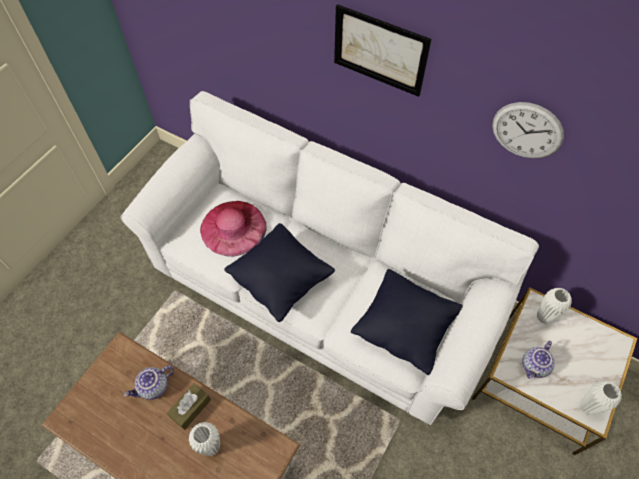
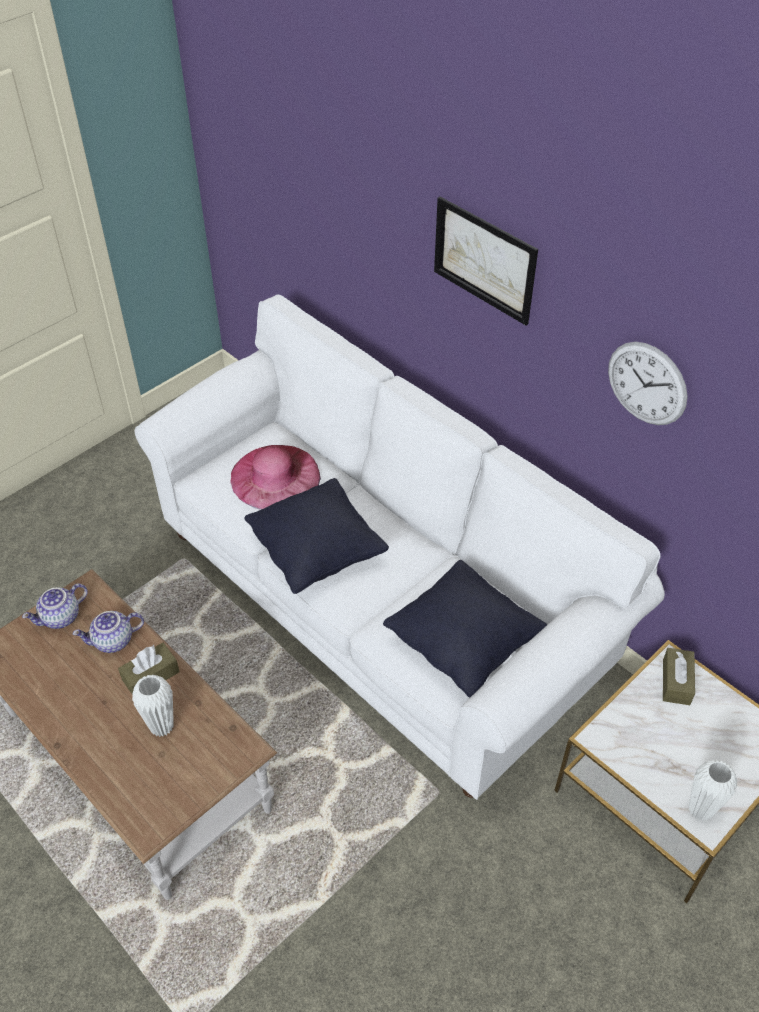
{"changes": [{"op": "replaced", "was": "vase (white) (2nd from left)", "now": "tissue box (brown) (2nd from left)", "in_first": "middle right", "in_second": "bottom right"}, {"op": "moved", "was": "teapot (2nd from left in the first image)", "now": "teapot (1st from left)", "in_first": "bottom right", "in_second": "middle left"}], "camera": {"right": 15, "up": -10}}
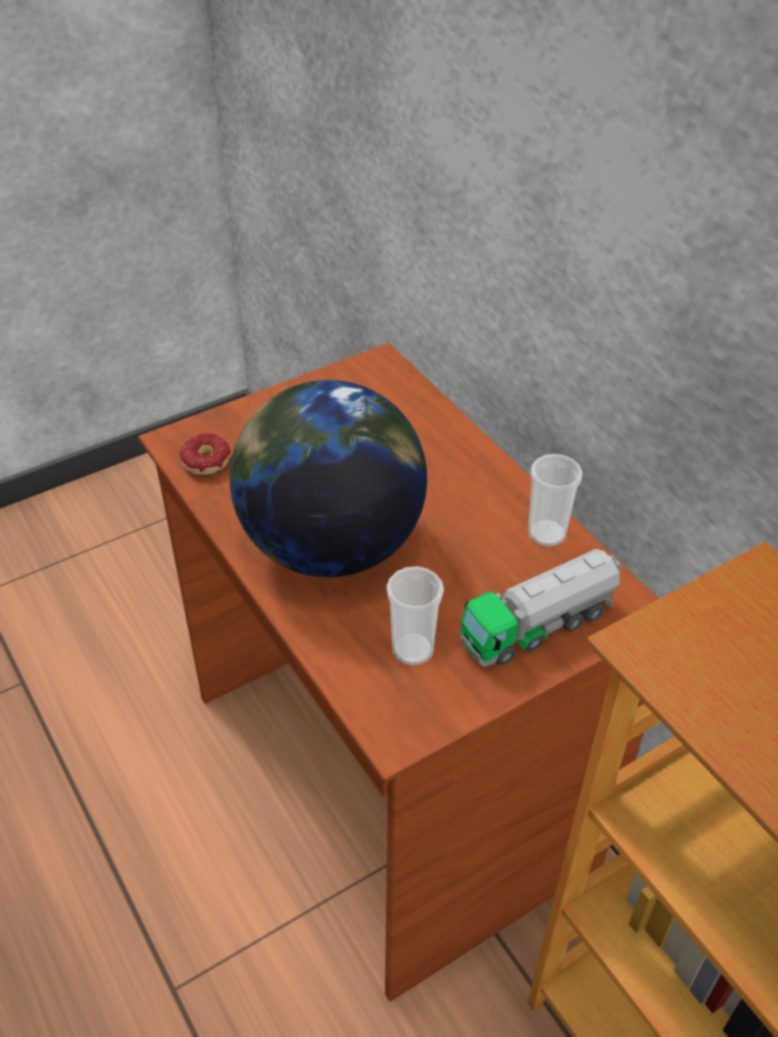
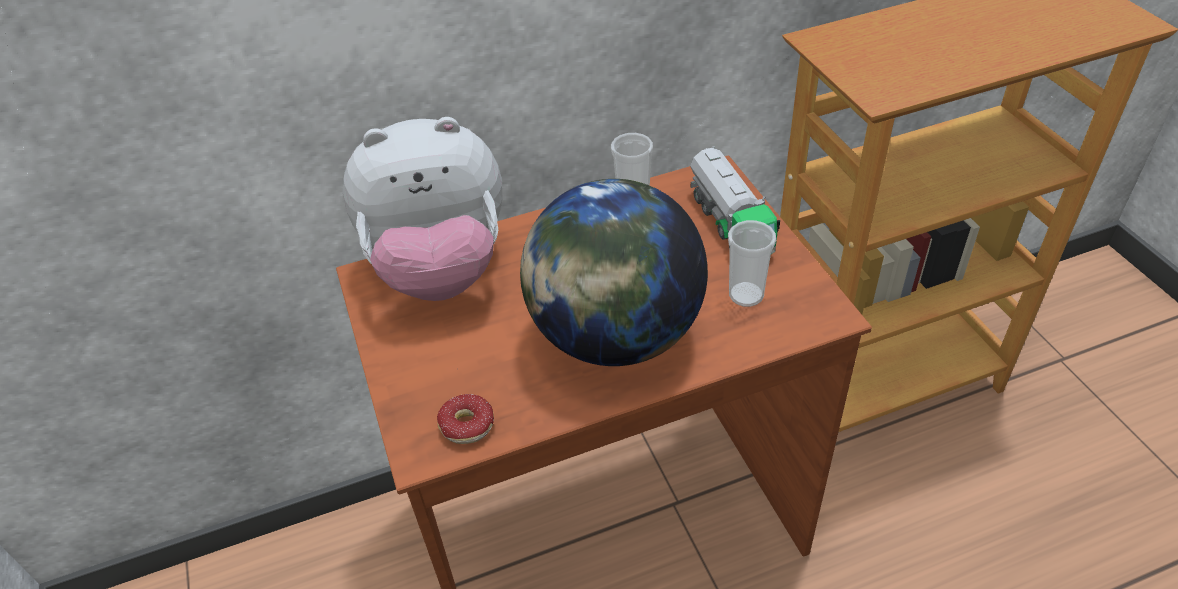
{"changes": [{"op": "added", "now": "plush toy", "in_second": "centre"}], "camera": {"right": -75, "up": 0}}
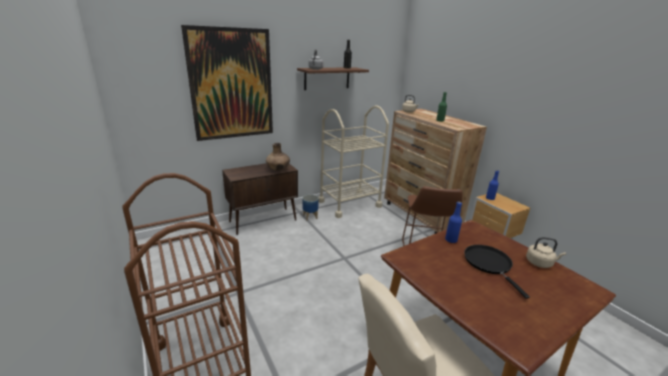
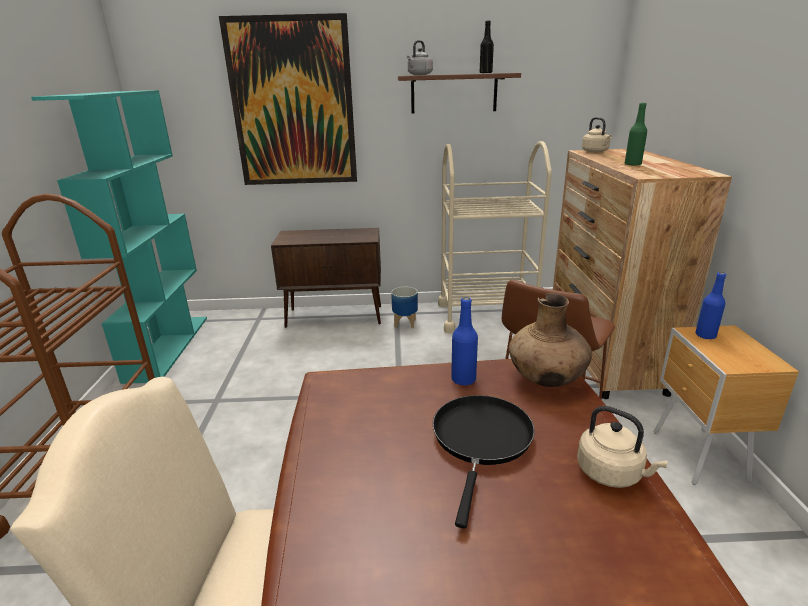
{"changes": [{"op": "moved", "was": "vase (brown)", "in_first": "centre", "in_second": "middle right"}, {"op": "added", "now": "bookcase (turquoise)", "in_second": "middle left"}], "camera": {"right": 30, "up": 0}}
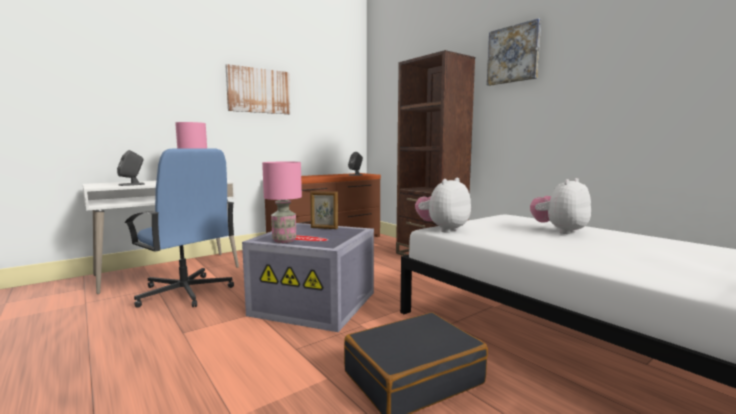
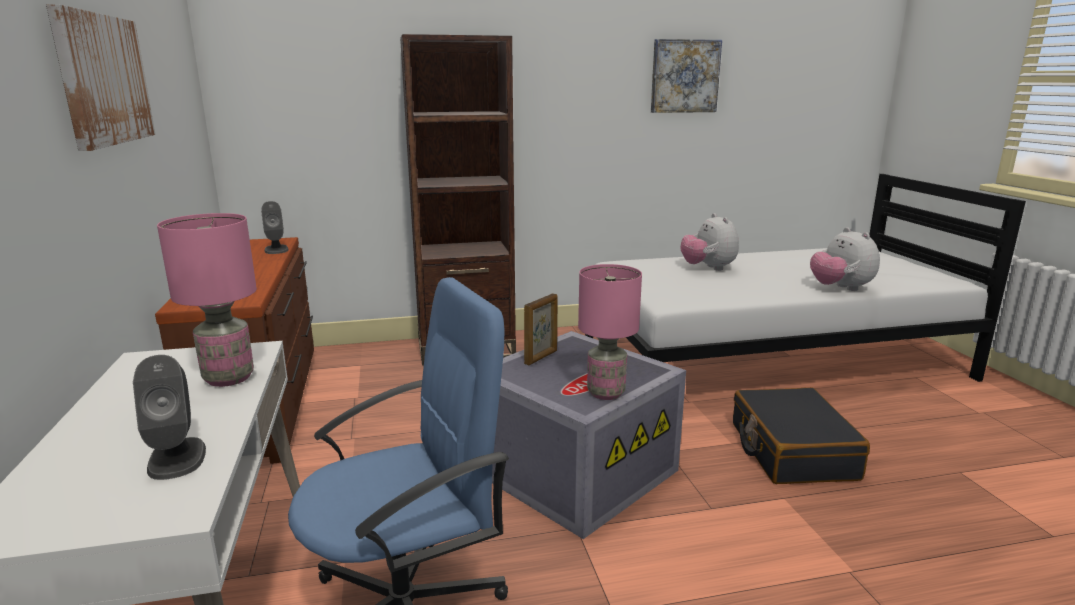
{"changes": [{"op": "moved", "was": "picture (2nd from left)", "in_first": "top right", "in_second": "top centre"}, {"op": "moved", "was": "plush toy (1st from left in the first image)", "now": "plush toy (2nd from left)", "in_first": "centre", "in_second": "middle right"}], "camera": {"right": -65, "up": 10}}
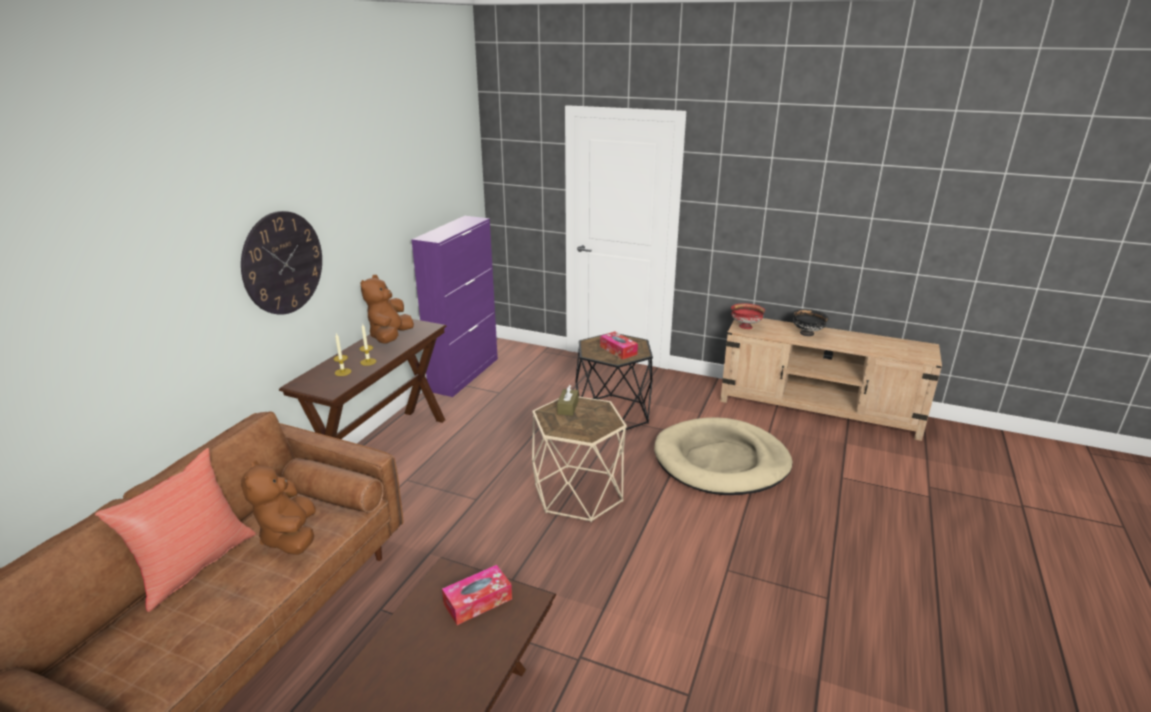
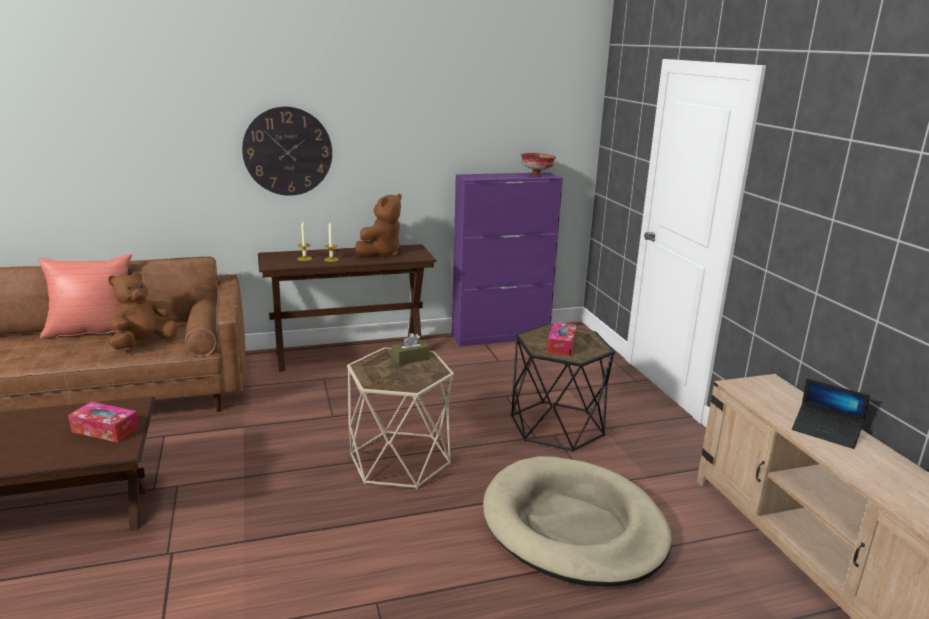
{"changes": [{"op": "turned", "was": "plush toy (brown) (2nd from left)", "in_first": "centre", "in_second": "centre", "clockwise": 150}, {"op": "moved", "was": "bowl (red)", "in_first": "centre", "in_second": "top centre"}, {"op": "replaced", "was": "bowl (black)", "now": "laptop", "in_first": "middle right", "in_second": "bottom right"}], "camera": {"right": 50, "up": -5}}
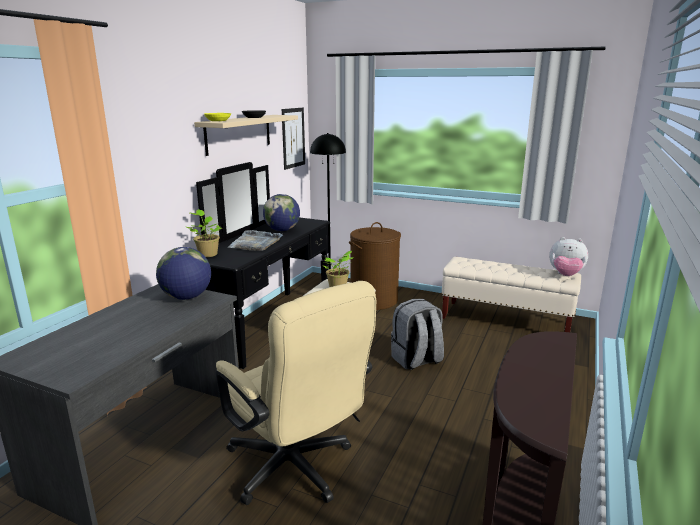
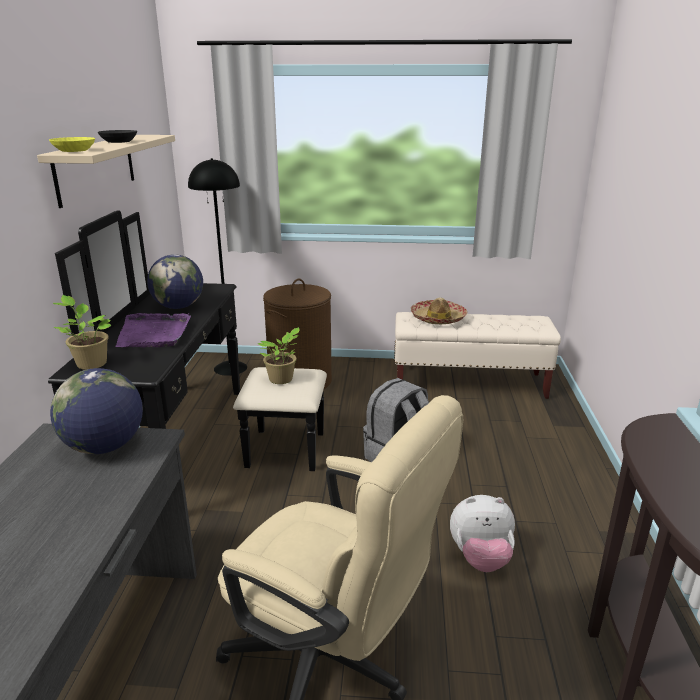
{"changes": [{"op": "removed", "was": "picture", "in_first": "top centre"}, {"op": "recoloured", "was": "tray (grey)", "now": "tray (purple)", "in_first": "centre", "in_second": "middle left"}, {"op": "moved", "was": "plush toy", "in_first": "middle right", "in_second": "bottom right"}, {"op": "added", "now": "hat", "in_second": "centre"}], "camera": {"right": -20, "up": 5}}
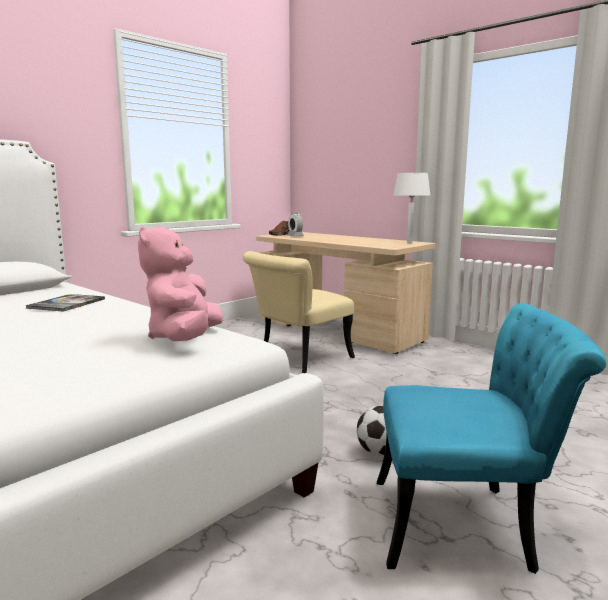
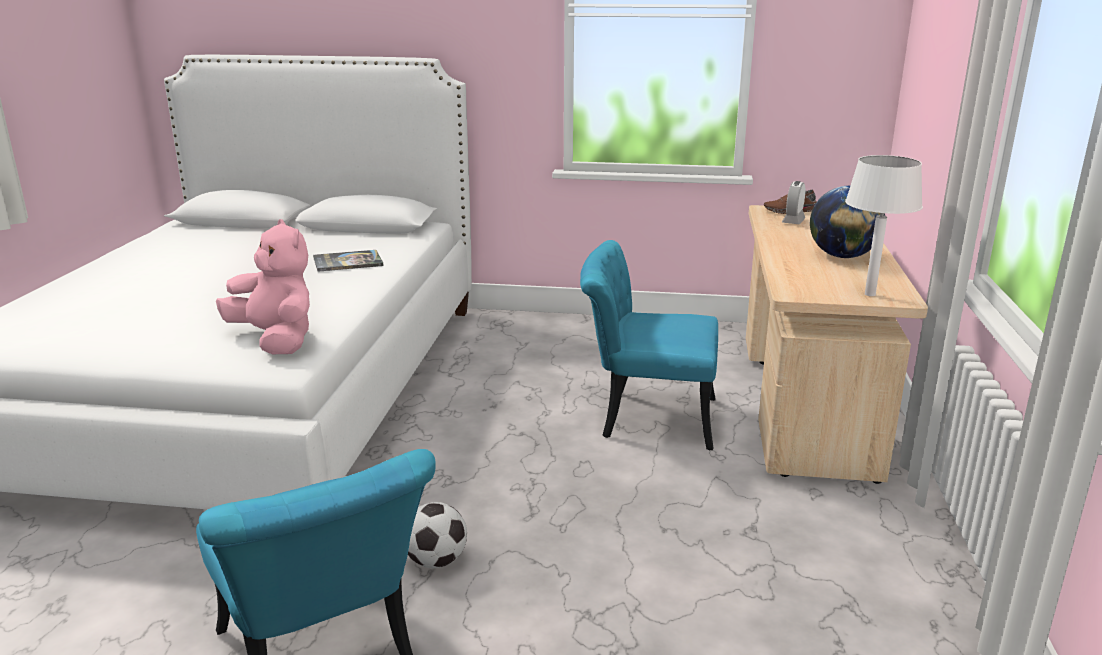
{"changes": [{"op": "turned", "was": "plush toy (pink)", "in_first": "middle left", "in_second": "middle left", "clockwise": 75}, {"op": "recoloured", "was": "chair (beige)", "now": "chair (turquoise) (2nd from left)", "in_first": "centre", "in_second": "centre"}, {"op": "added", "now": "globe", "in_second": "middle right"}], "camera": {"right": 55, "up": 10}}
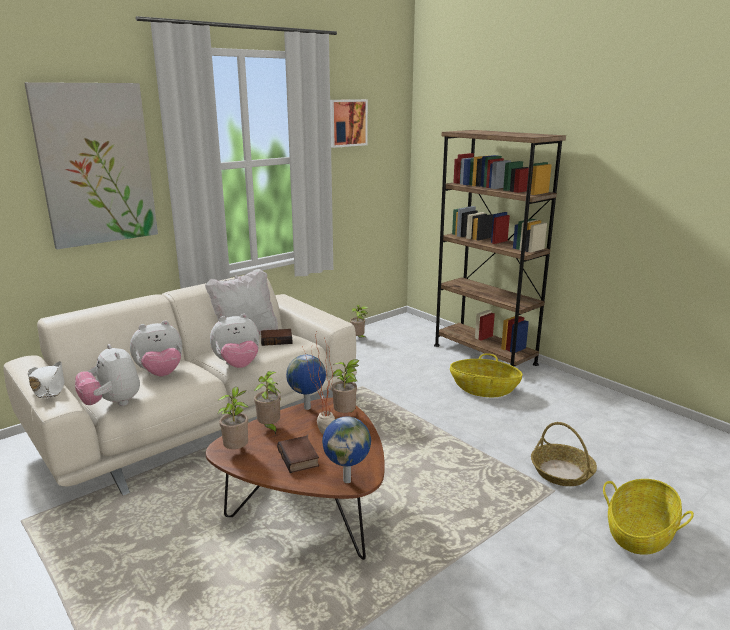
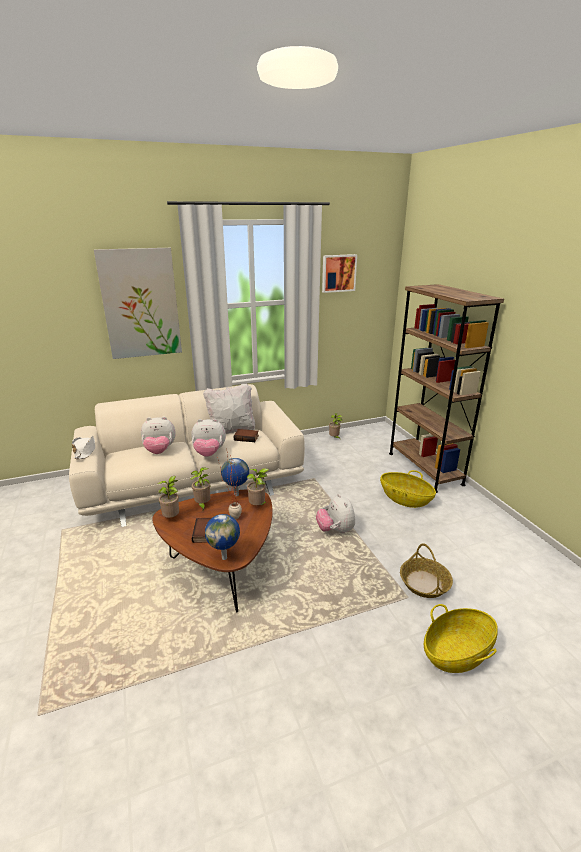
{"changes": [{"op": "moved", "was": "plush toy (1st from left in the first image)", "now": "plush toy (3rd from left)", "in_first": "middle left", "in_second": "centre"}], "camera": {"right": 20, "up": 5}}
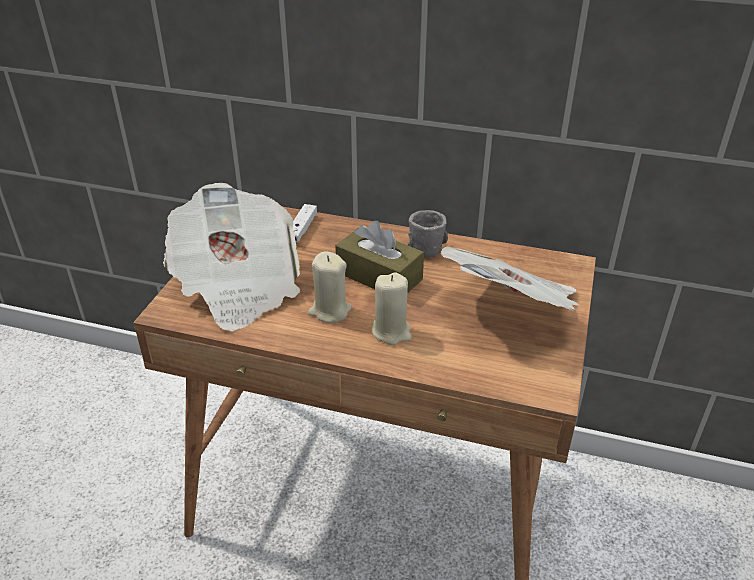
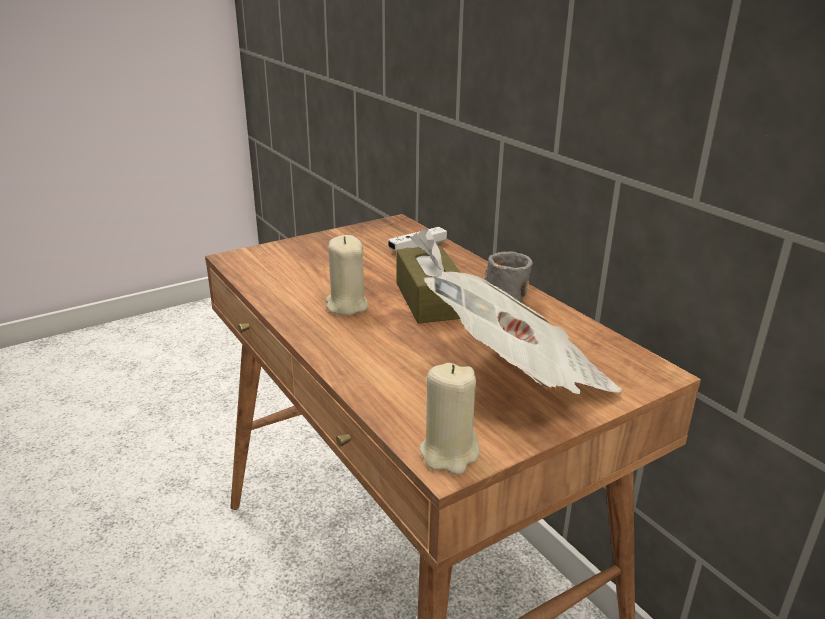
{"changes": [{"op": "removed", "was": "newspaper (1st from left)", "in_first": "middle left"}, {"op": "moved", "was": "candle (beige) (2nd from left)", "in_first": "centre", "in_second": "bottom centre"}], "camera": {"right": 40, "up": -10}}
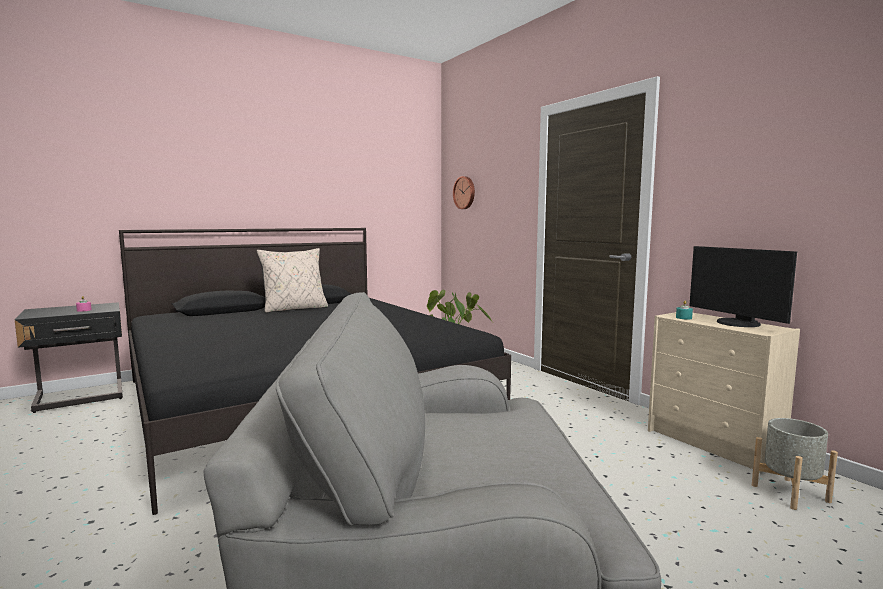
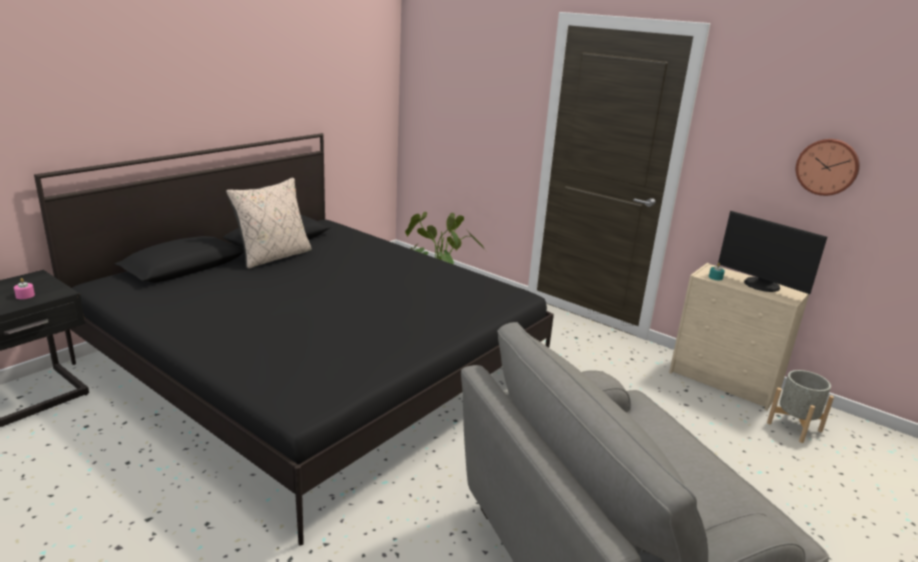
{"changes": [{"op": "moved", "was": "wall clock", "in_first": "top centre", "in_second": "top right"}], "camera": {"right": -20, "up": 15}}
